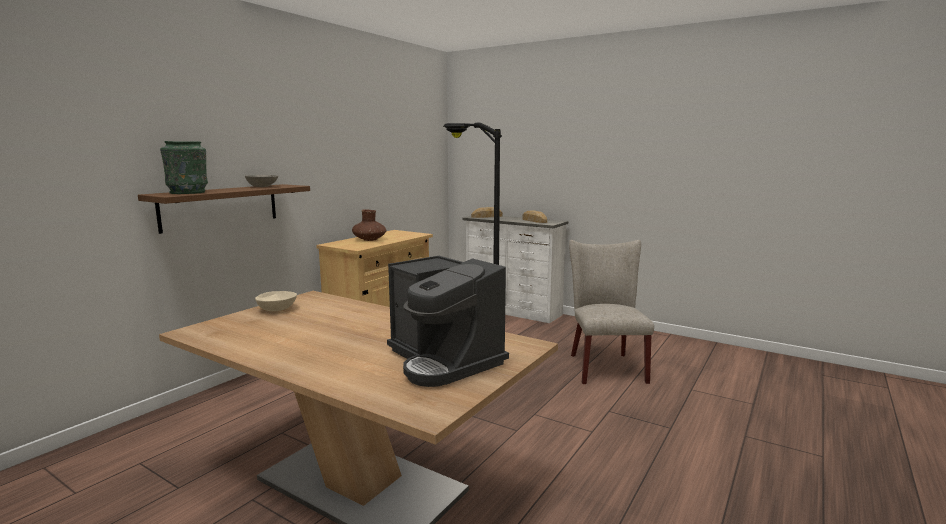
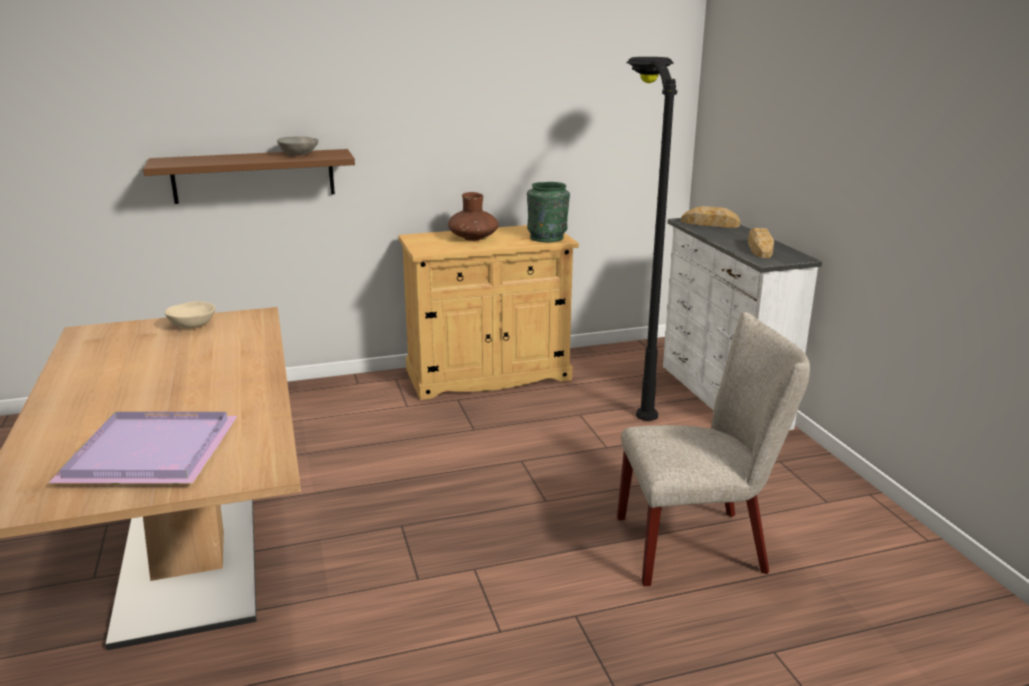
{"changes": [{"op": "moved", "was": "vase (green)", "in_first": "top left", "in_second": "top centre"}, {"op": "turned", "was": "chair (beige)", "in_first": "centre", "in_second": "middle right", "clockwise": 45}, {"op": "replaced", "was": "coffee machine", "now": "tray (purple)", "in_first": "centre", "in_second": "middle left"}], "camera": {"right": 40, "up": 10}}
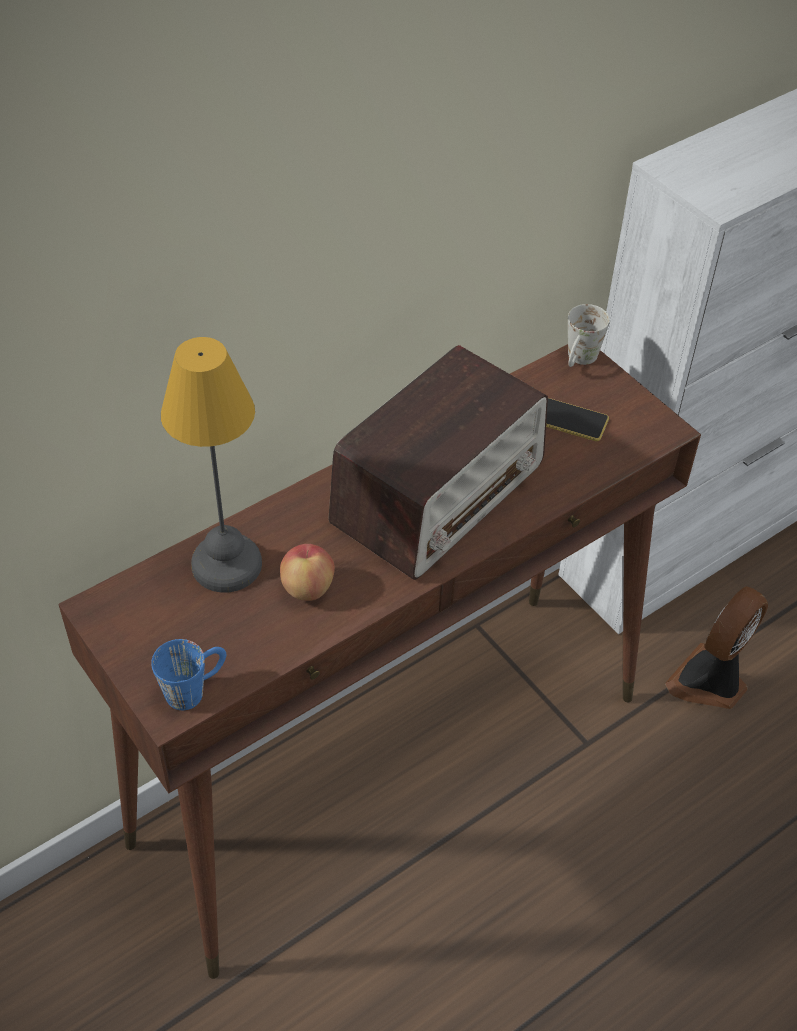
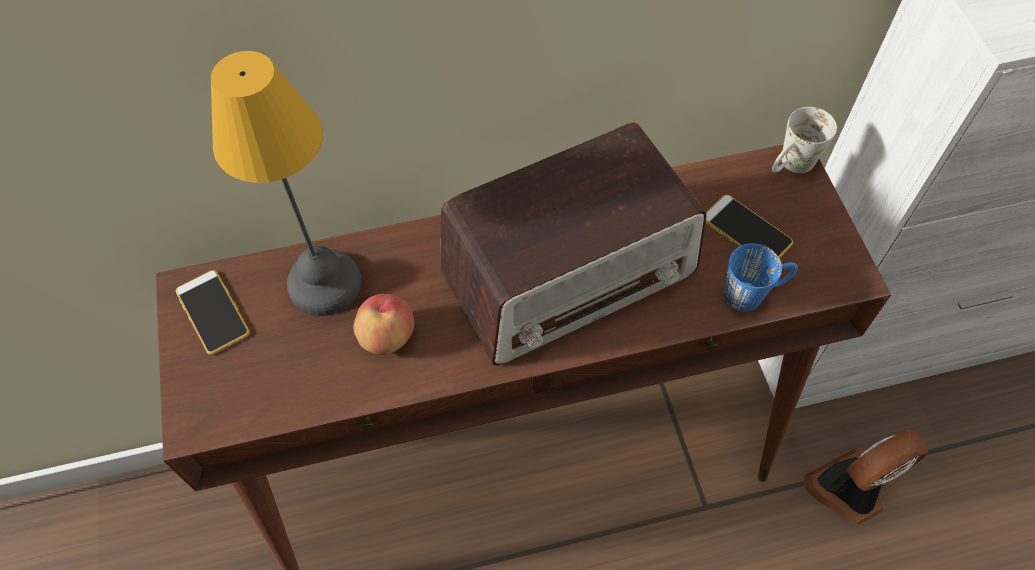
{"changes": [{"op": "moved", "was": "mug (blue)", "in_first": "middle left", "in_second": "middle right"}, {"op": "added", "now": "phone (1st from left)", "in_second": "middle left"}], "camera": {"right": 25, "up": 10}}
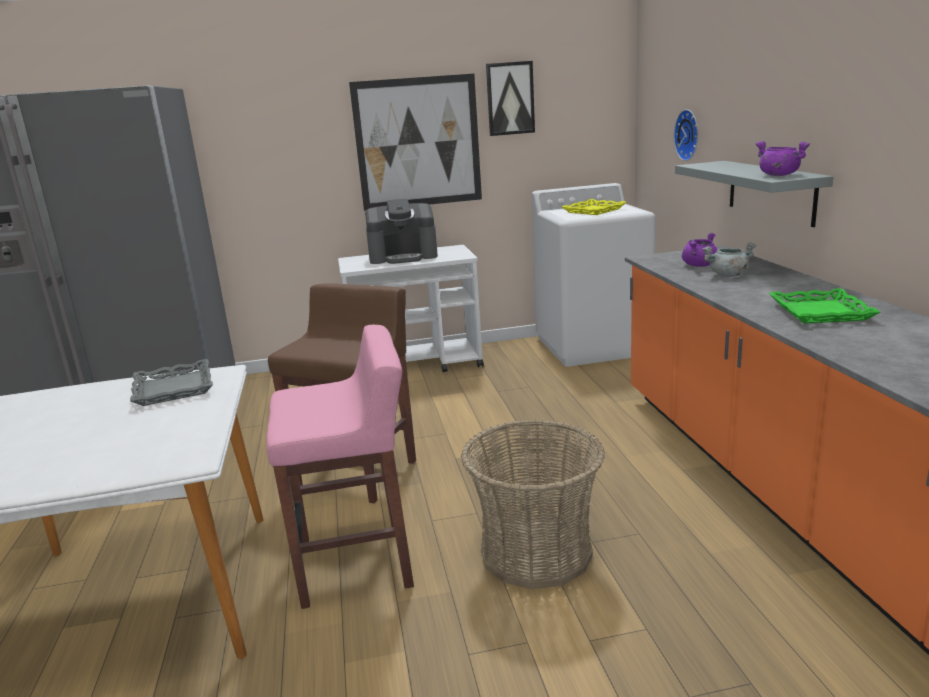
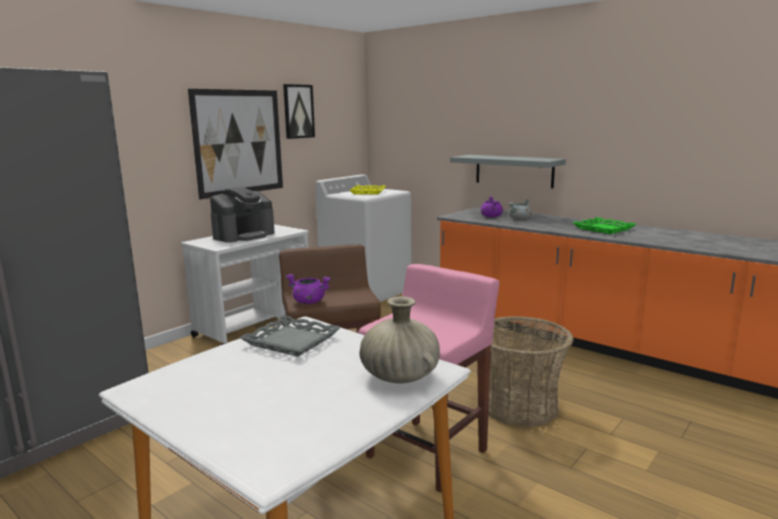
{"changes": [{"op": "removed", "was": "wall clock", "in_first": "top right"}, {"op": "moved", "was": "cooking pot (purple) (2nd from left in the first image)", "now": "cooking pot (purple) (1st from left)", "in_first": "top right", "in_second": "centre"}, {"op": "added", "now": "vase (beige)", "in_second": "centre"}], "camera": {"right": -40, "up": -5}}
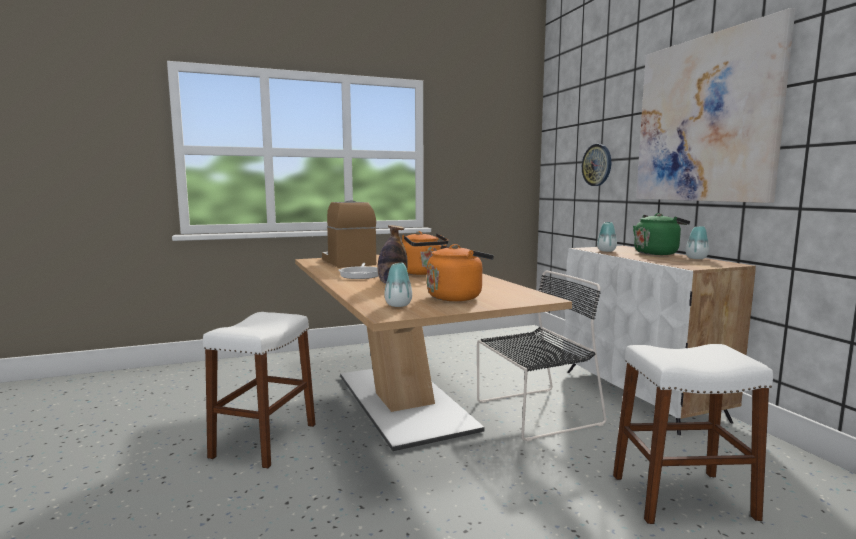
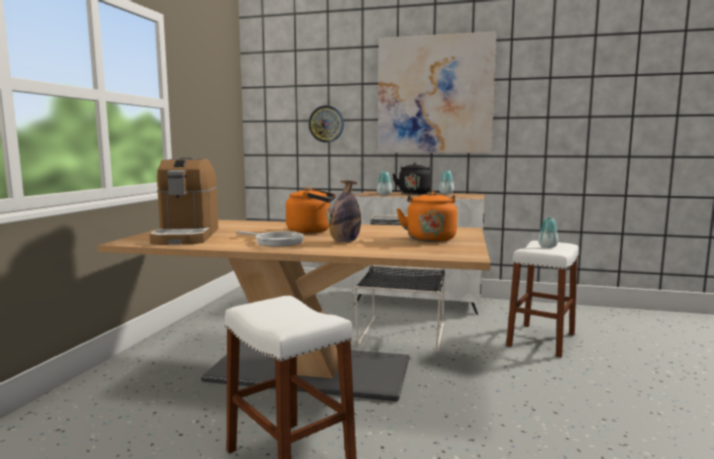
{"changes": [{"op": "turned", "was": "coffee machine", "in_first": "centre", "in_second": "middle left", "clockwise": -105}, {"op": "recoloured", "was": "kettle (green)", "now": "kettle (black)", "in_first": "middle right", "in_second": "centre"}, {"op": "moved", "was": "vase (1st from left in the first image)", "now": "vase (3rd from left)", "in_first": "centre", "in_second": "middle right"}], "camera": {"right": -55, "up": 0}}
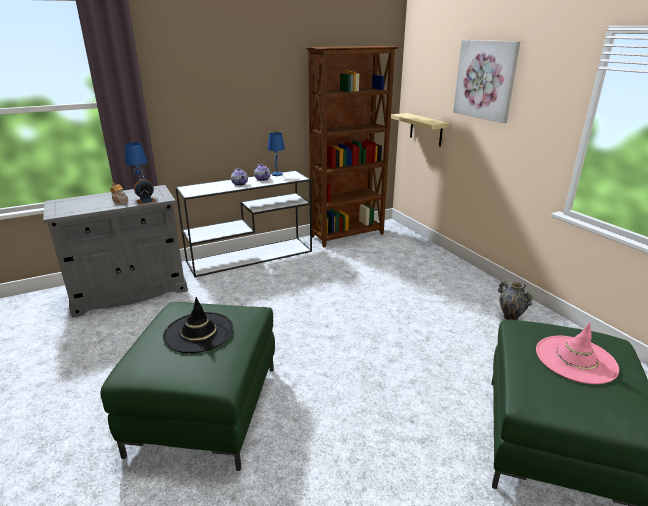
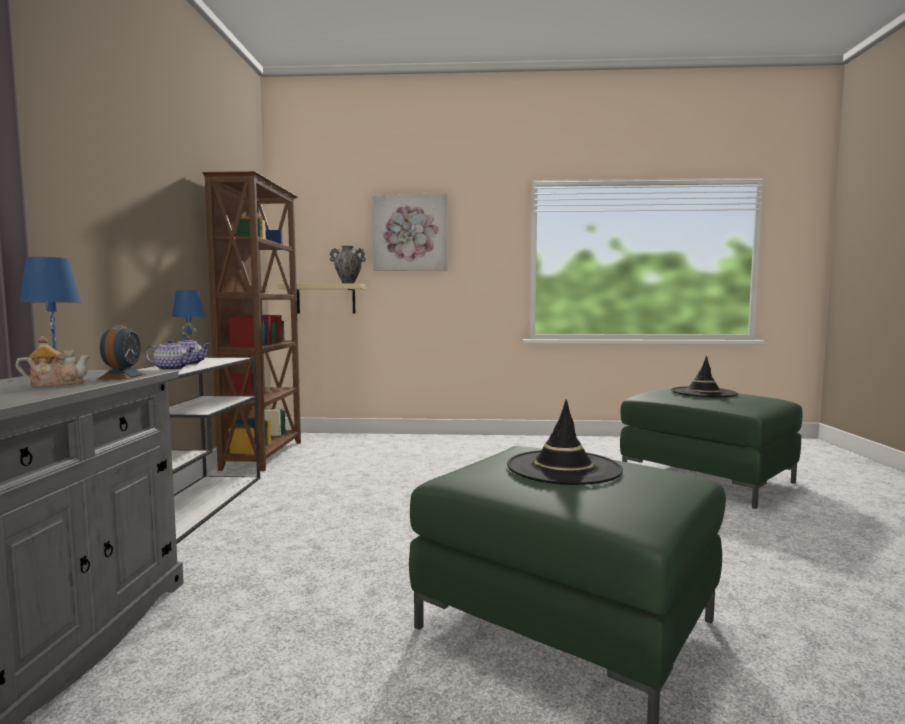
{"changes": [{"op": "moved", "was": "vase", "in_first": "middle right", "in_second": "centre"}, {"op": "recoloured", "was": "hat (pink)", "now": "hat (black) (2nd from left)", "in_first": "bottom right", "in_second": "middle right"}], "camera": {"right": -60, "up": -20}}
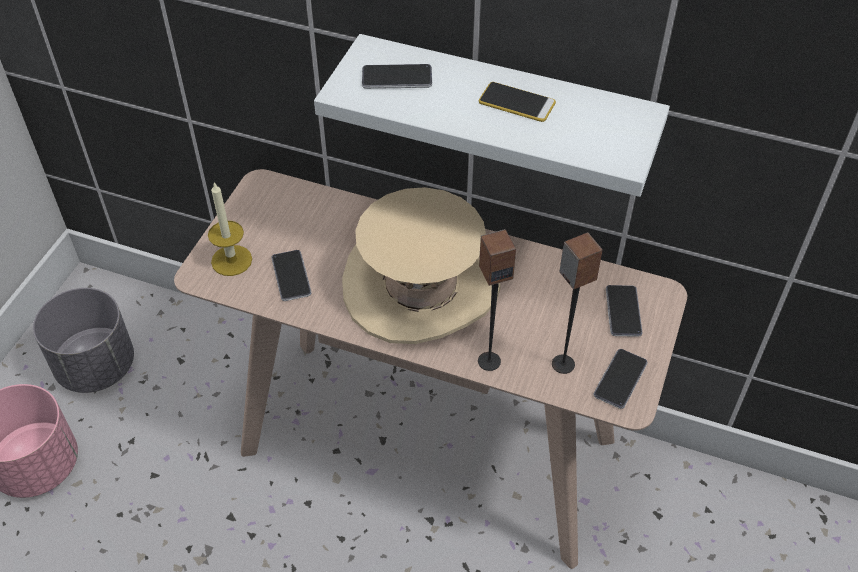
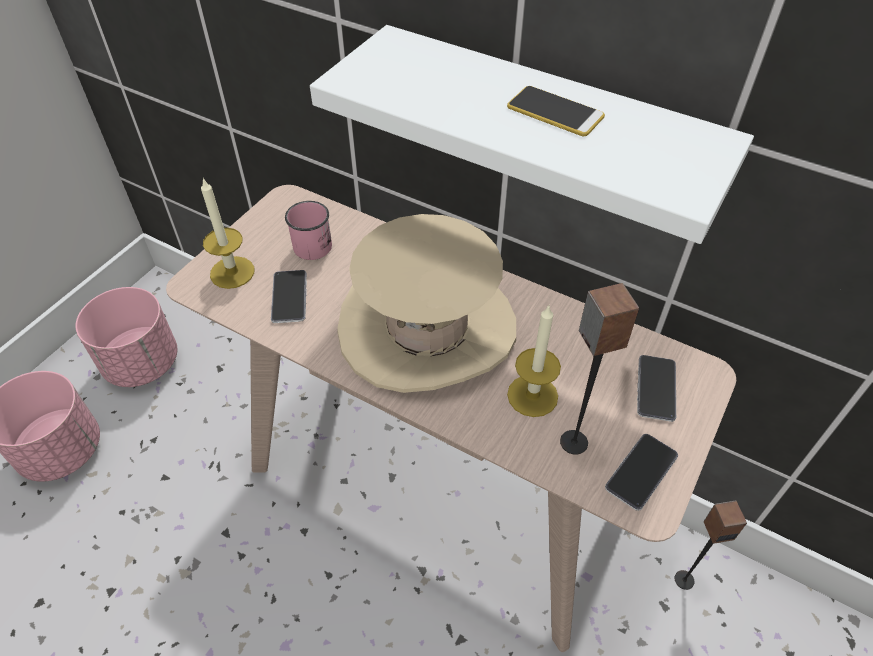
{"changes": [{"op": "removed", "was": "phone (2nd from left)", "in_first": "top centre"}, {"op": "moved", "was": "speaker (1st from left in the first image)", "now": "speaker (2nd from left)", "in_first": "centre", "in_second": "bottom right"}, {"op": "recoloured", "was": "planter (grey)", "now": "planter (pink) (2nd from left)", "in_first": "middle left", "in_second": "middle left"}, {"op": "added", "now": "mug (pink)", "in_second": "centre"}, {"op": "added", "now": "candle (2nd from left)", "in_second": "centre"}], "camera": {"right": 10, "up": 0}}
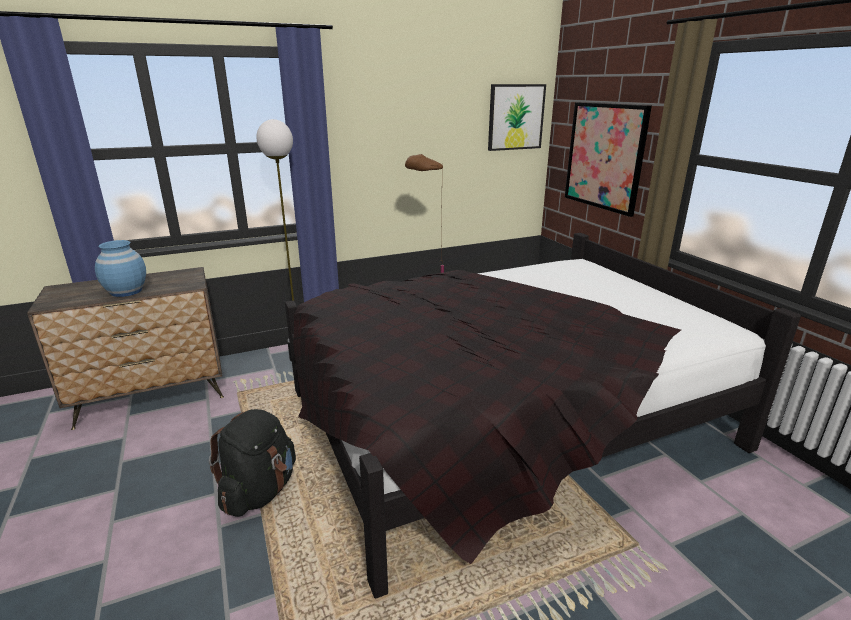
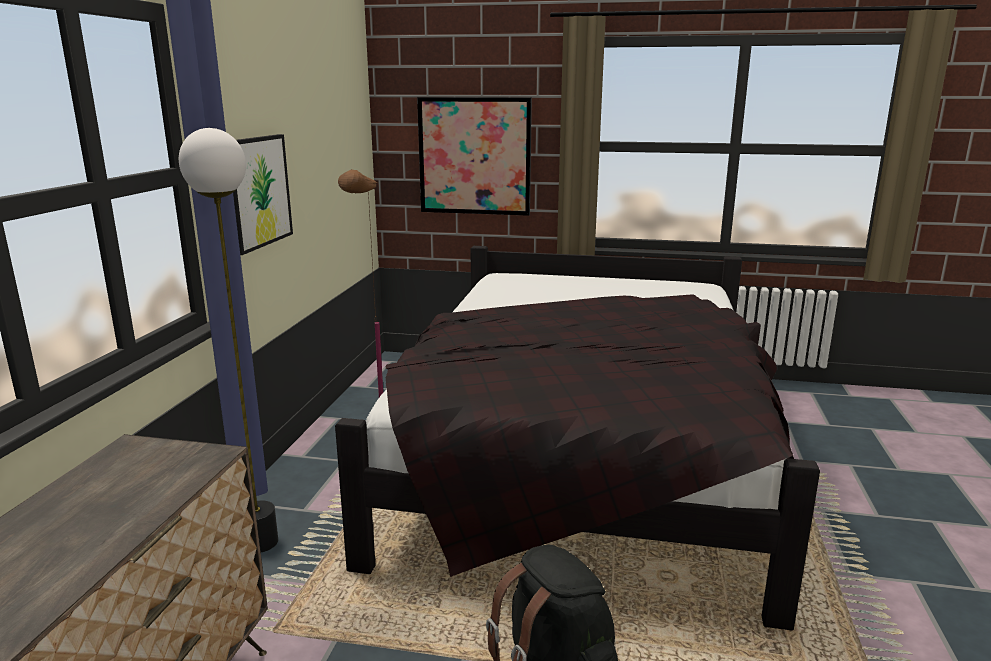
{"changes": [{"op": "moved", "was": "picture (1st from left)", "in_first": "top centre", "in_second": "top left"}, {"op": "removed", "was": "vase (blue)", "in_first": "middle left"}], "camera": {"right": -55, "up": -5}}
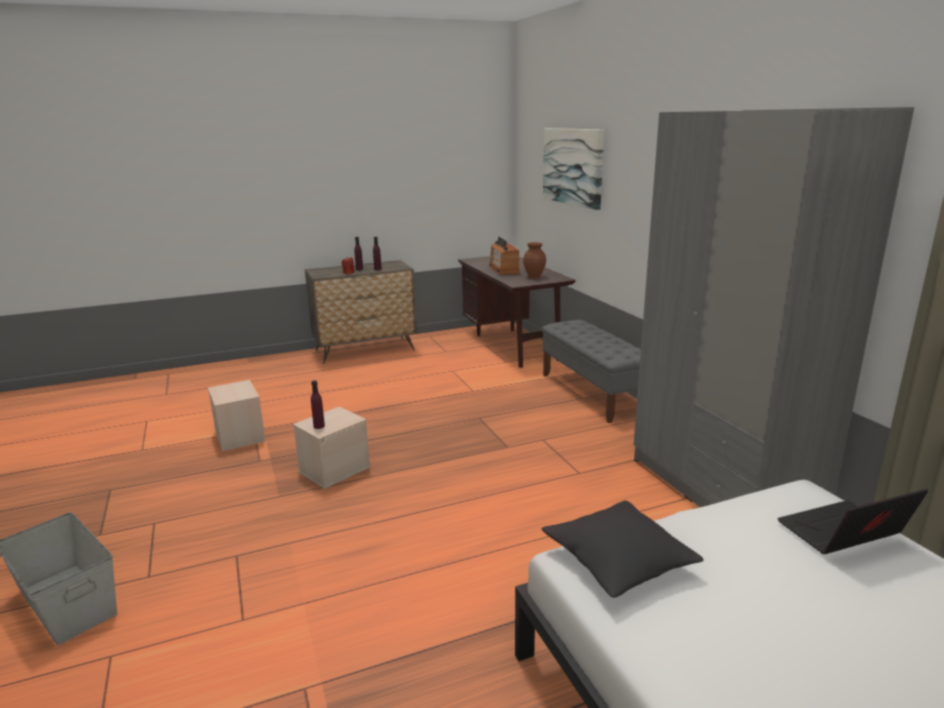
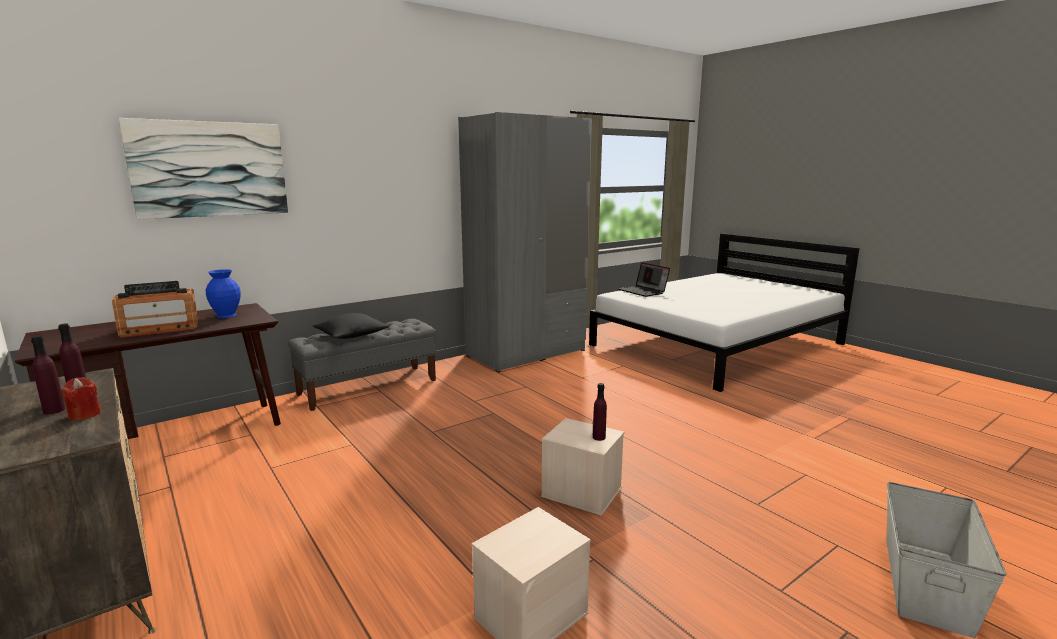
{"changes": [{"op": "recoloured", "was": "vase (brown)", "now": "vase (blue)", "in_first": "centre", "in_second": "middle left"}, {"op": "moved", "was": "pillow (black)", "in_first": "bottom centre", "in_second": "middle left"}], "camera": {"right": -105, "up": -5}}
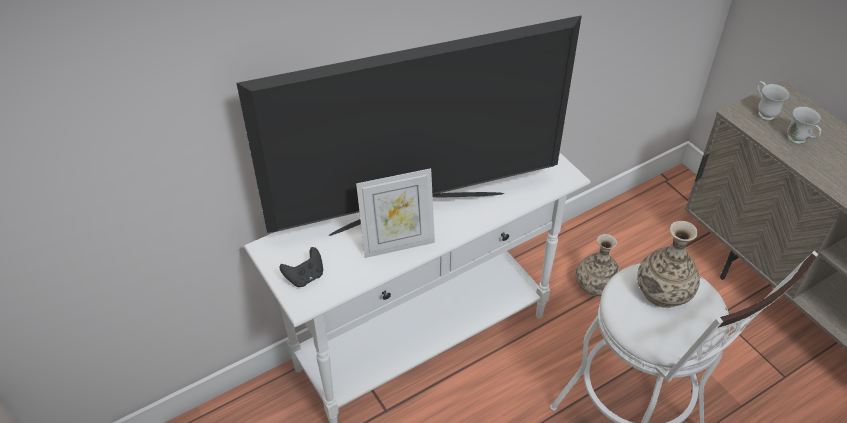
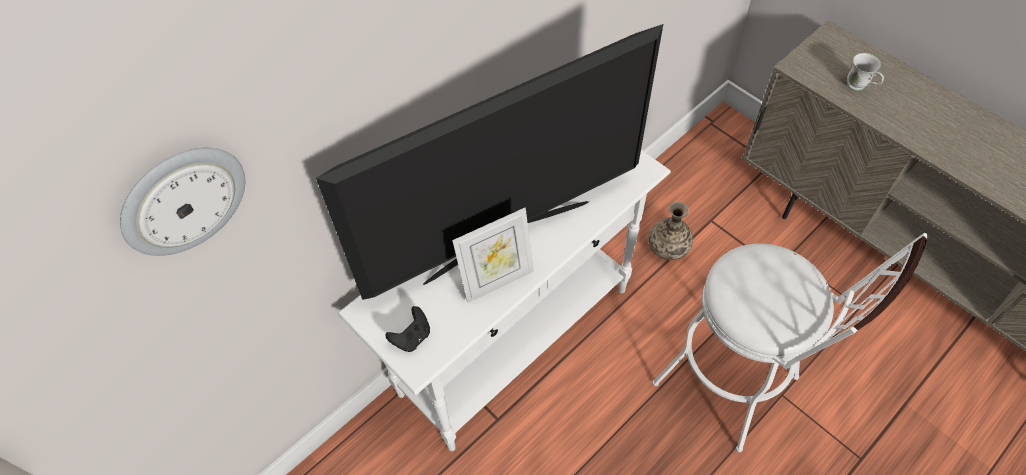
{"changes": [{"op": "removed", "was": "mug (white) (1st from left)", "in_first": "top right"}, {"op": "removed", "was": "vase (2nd from left)", "in_first": "middle right"}, {"op": "added", "now": "wall clock", "in_second": "middle left"}], "camera": {"right": -10, "up": 10}}
